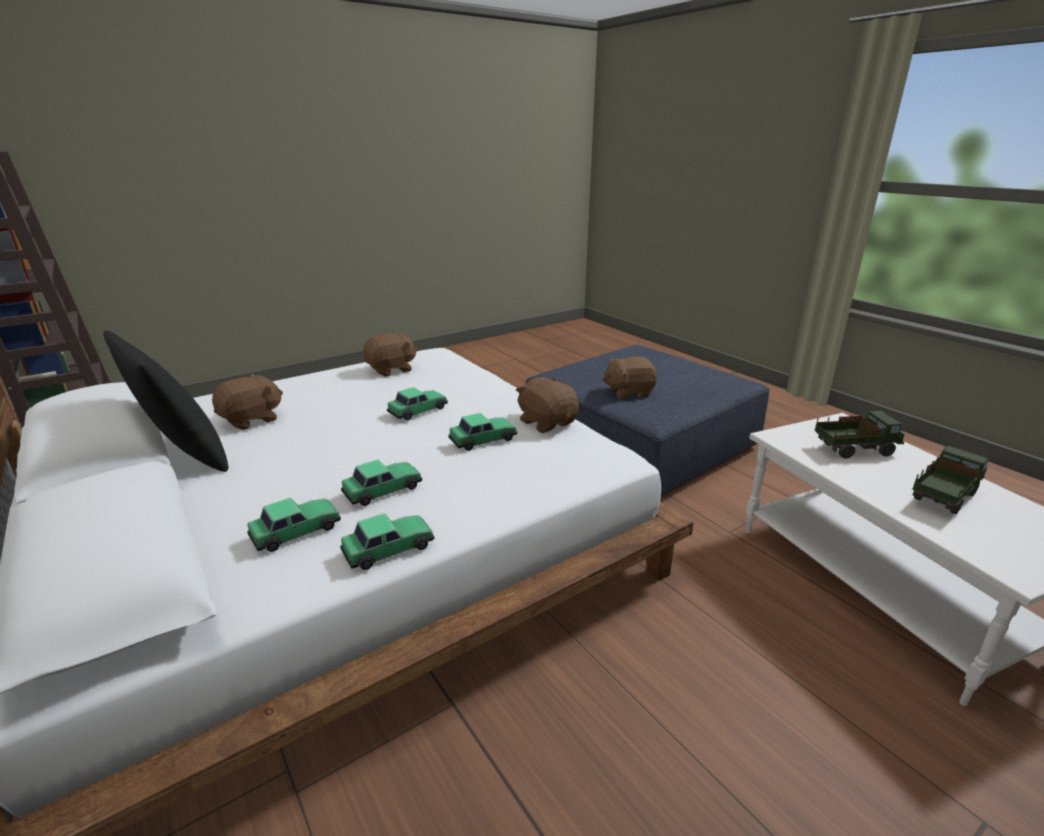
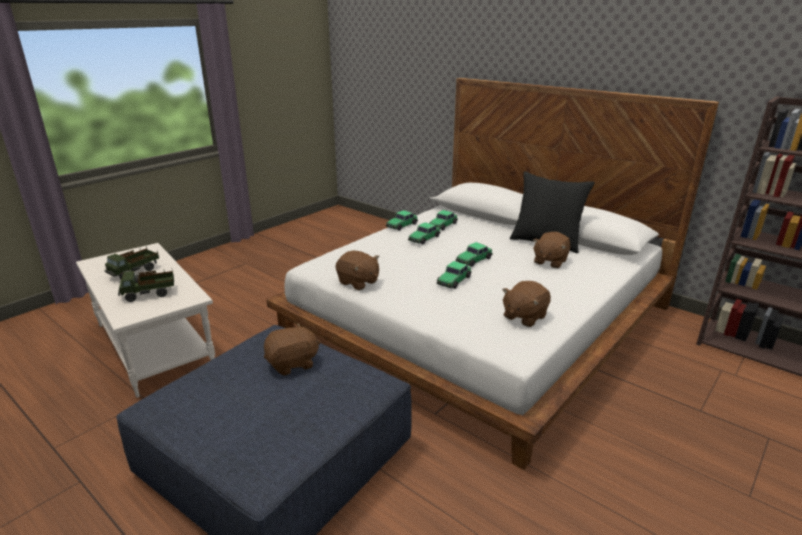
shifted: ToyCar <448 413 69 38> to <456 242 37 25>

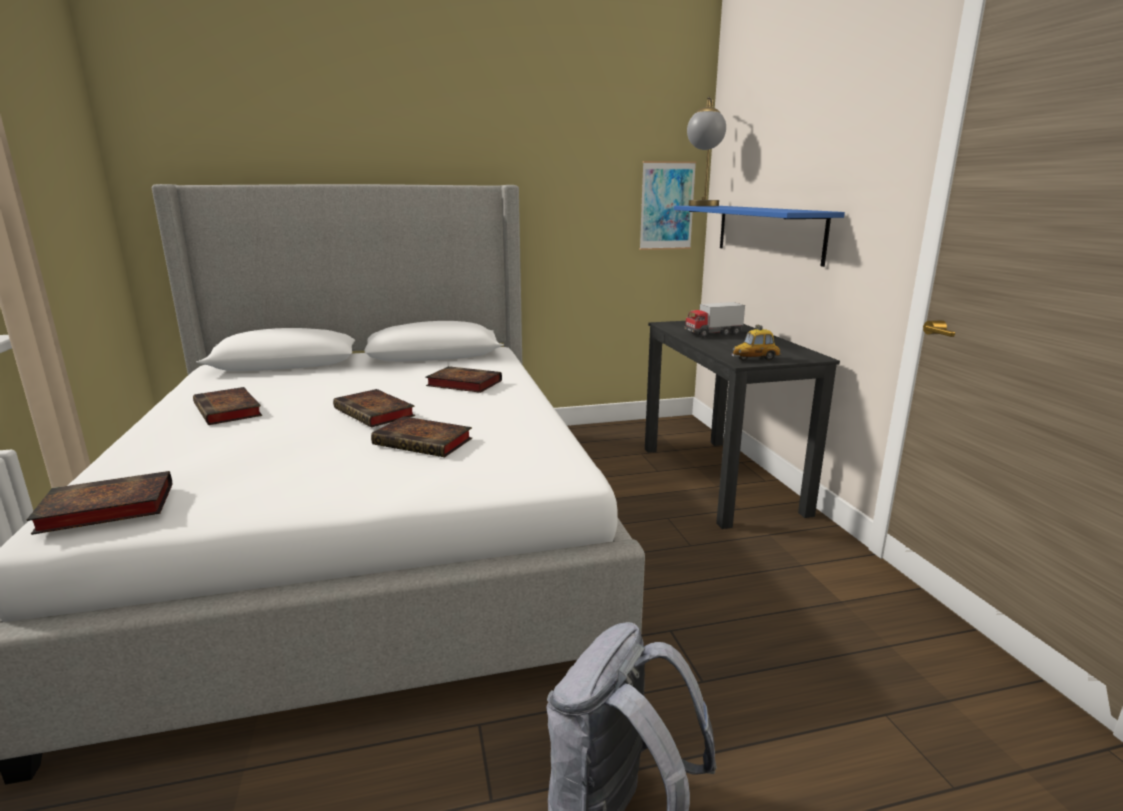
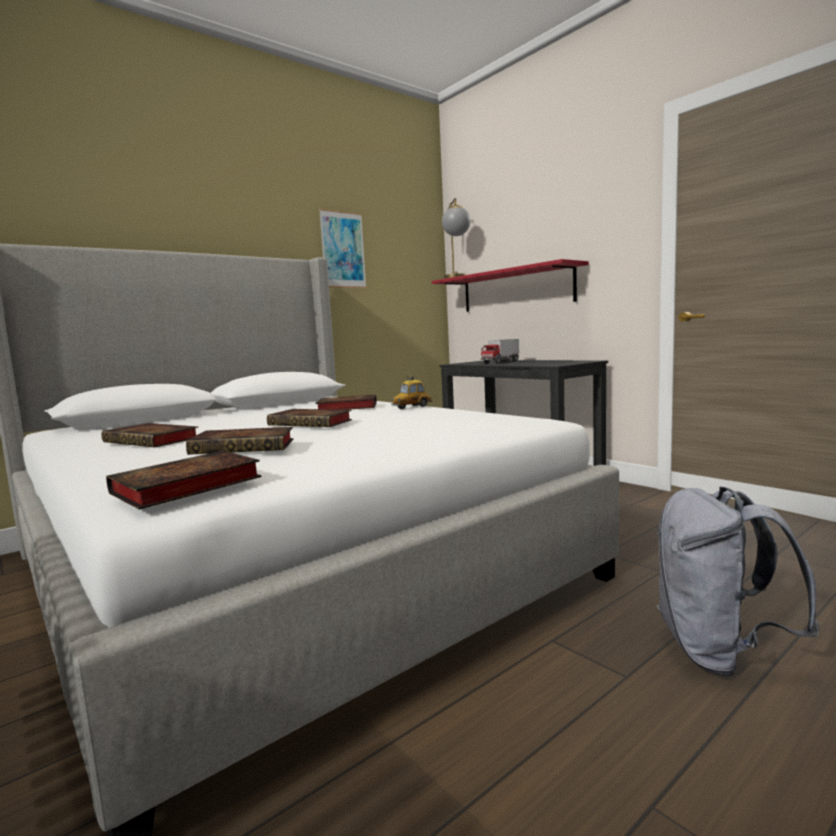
shifted: WallPicture <640 161 56 89> to <319 209 48 79>; ToyCar <731 325 51 36> to <391 376 41 33>; Volume <371 416 101 41> to <186 427 108 28>
repainted: BlueColouredWallShelf <674 206 171 61> to RedColouredWallShelf <432 259 157 53>

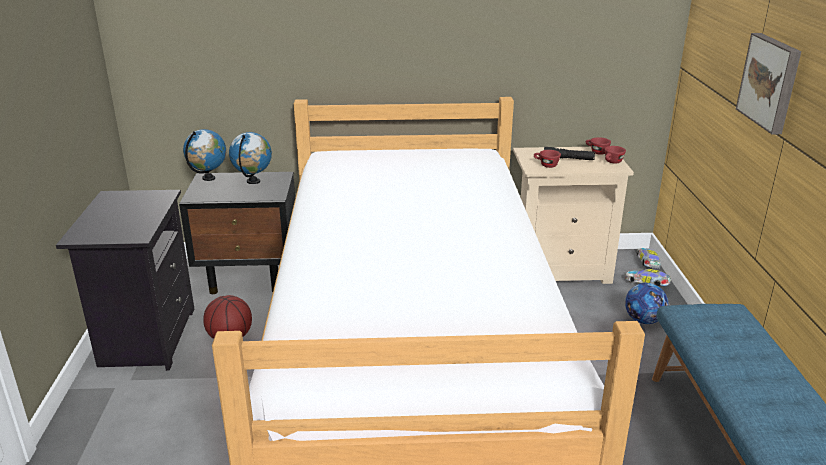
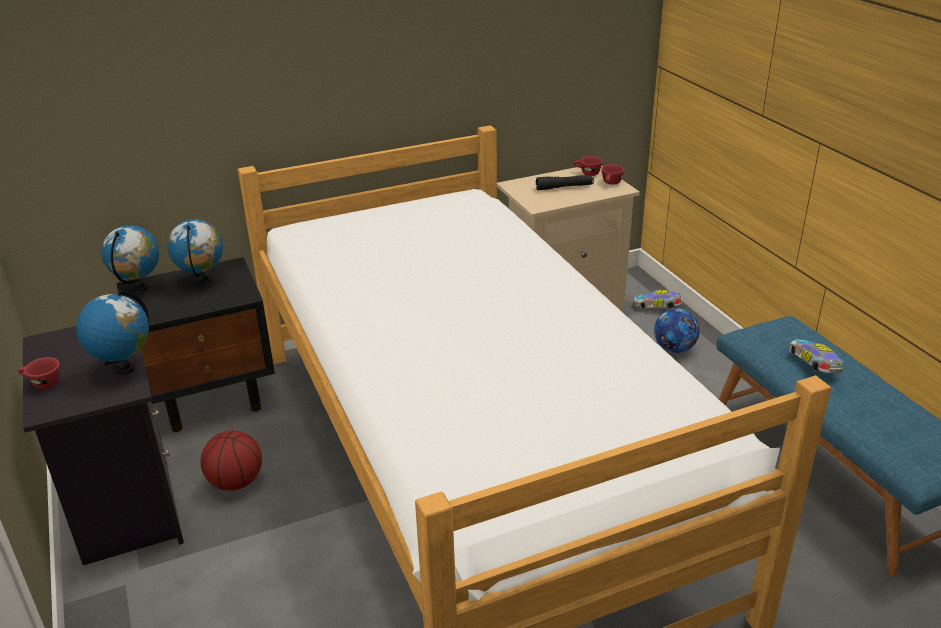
gone: WallPicture <736 33 66 101>
new: Globe <76 290 73 85>
shifted: RedColouredCup <534 150 27 18> to <18 357 42 32>; ToyCar <636 248 25 21> to <789 339 54 35>

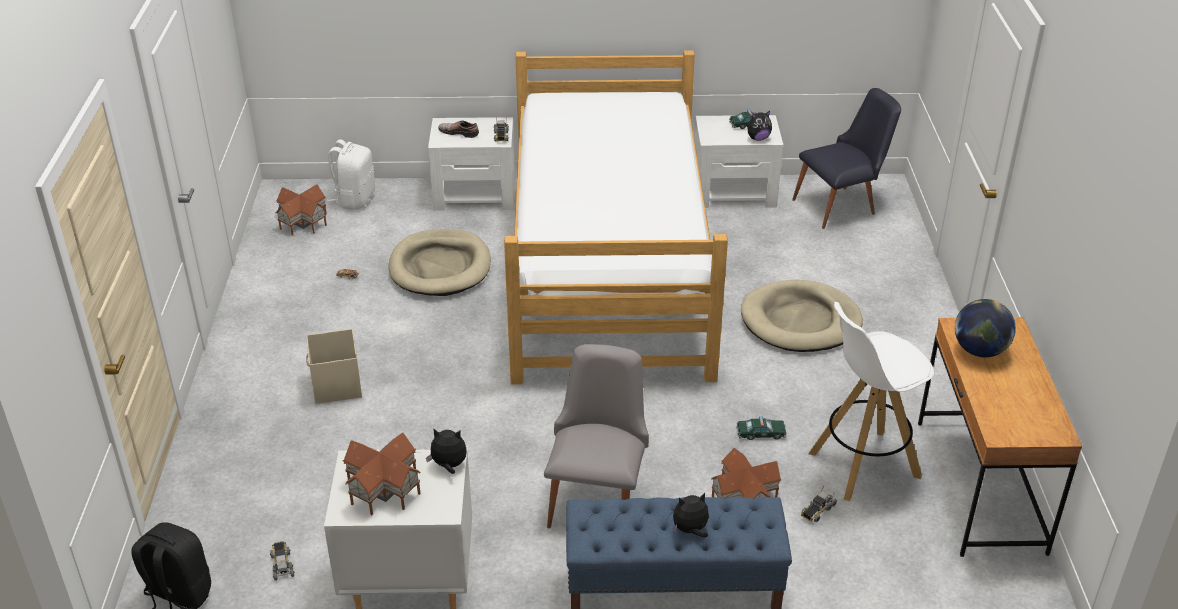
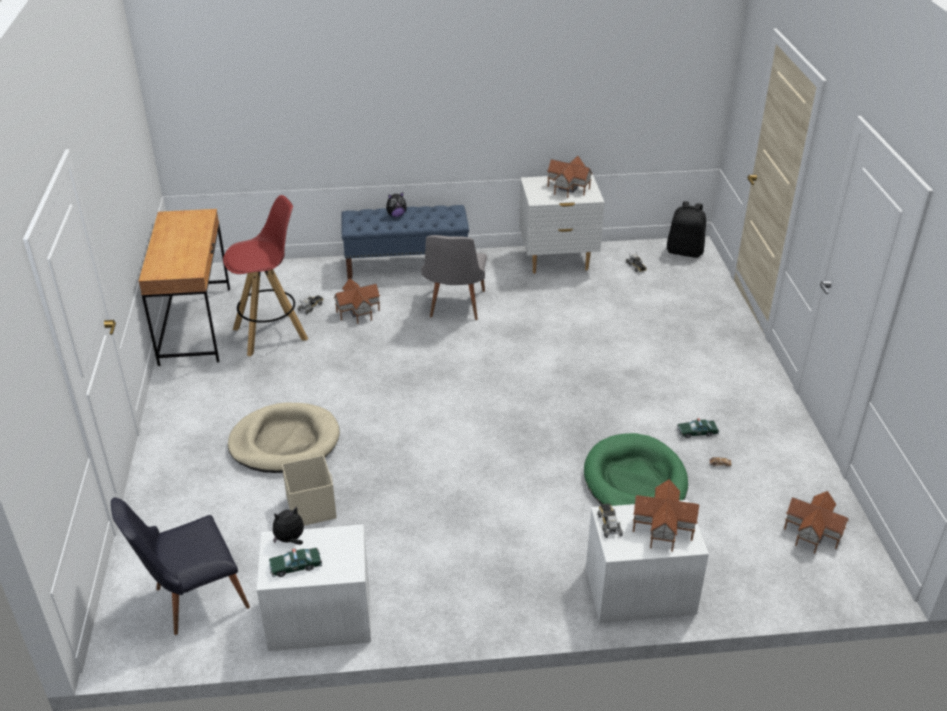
gone: BedroomBed <504 50 224 334>; WhiteColouredKnapsack <327 139 48 71>; Globe <955 299 61 58>; SoftToy <426 429 41 45>
shifted: BeigeStorageContainer <306 329 56 75> to <282 455 55 71>; ToyCar <736 416 50 24> to <677 418 42 20>
swapped: ItemOfFootwear <438 120 41 18> to MiniatureHouse <633 479 66 73>
repainted: BeigeDogBed <389 229 102 67> to GreenDogBed <584 433 104 73>; WhiteColouredStool <809 302 125 199> to RedColouredStool <223 195 85 161>

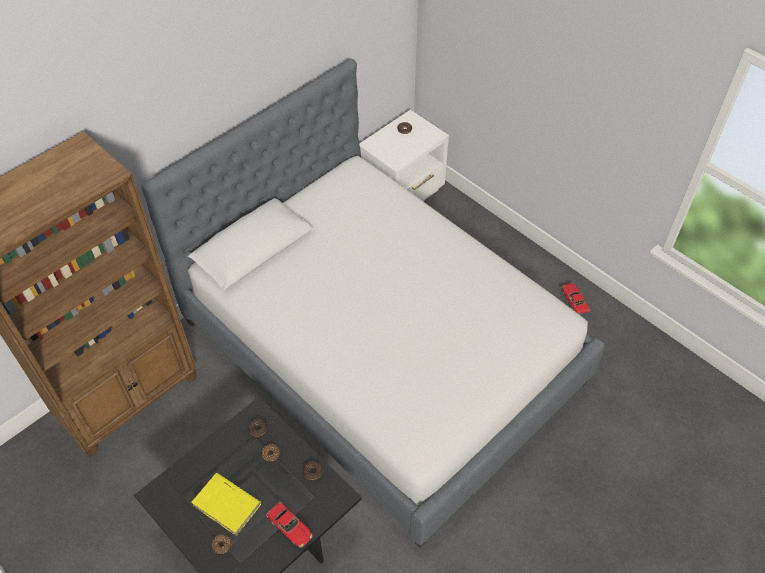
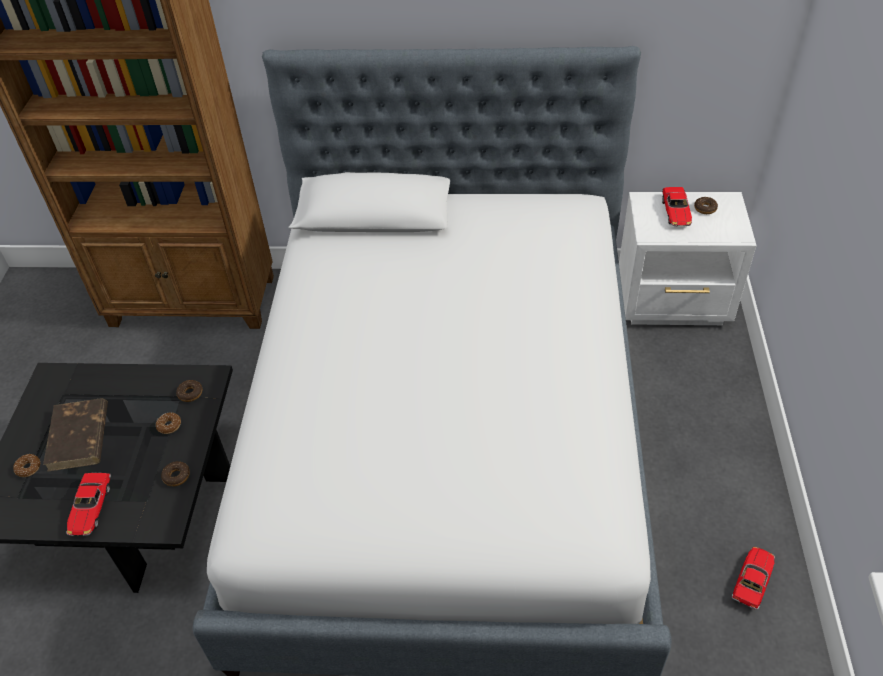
new: ToyCar <662 187 30 39>
repainted: YellowVolume <191 473 70 63> to BrownColouredVolume <43 399 65 73>

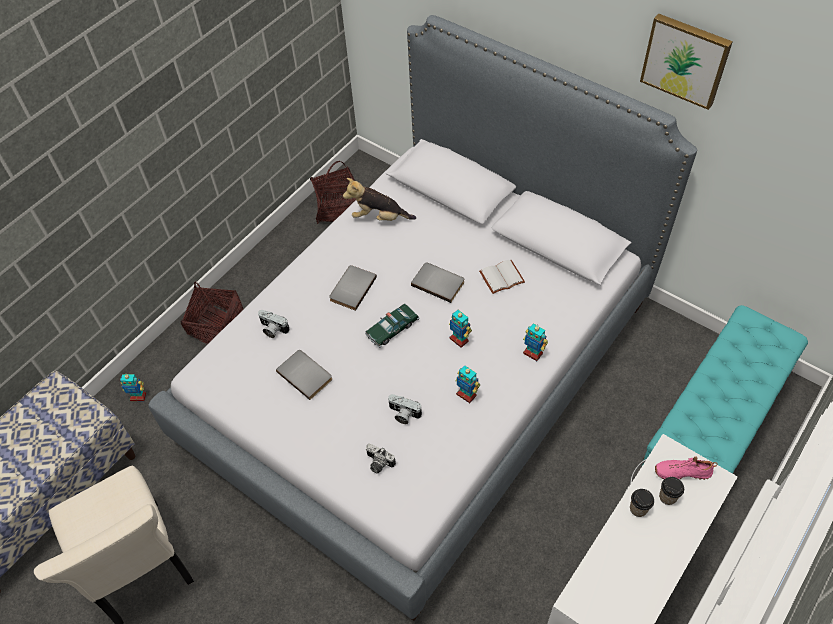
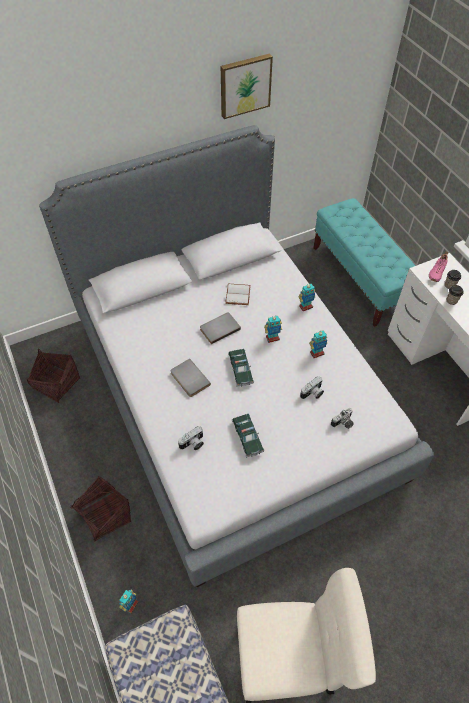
gone: SoftToy <343 178 73 43>
swapped: GreyishVolume <276 350 56 50> to ToyCar <232 414 33 43>

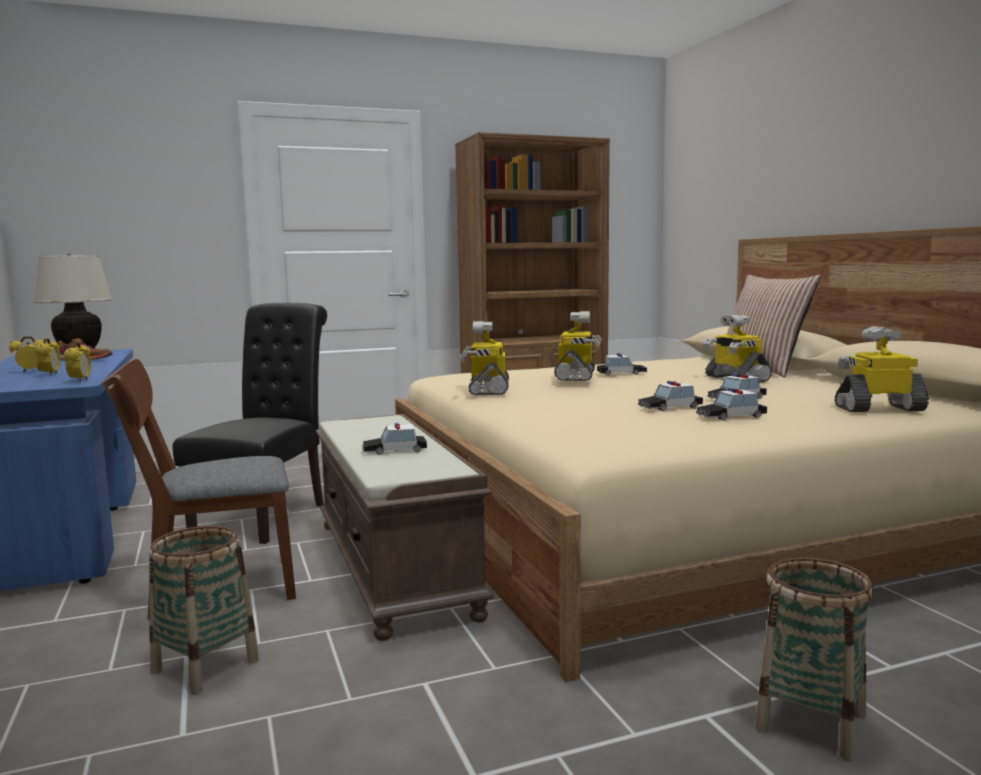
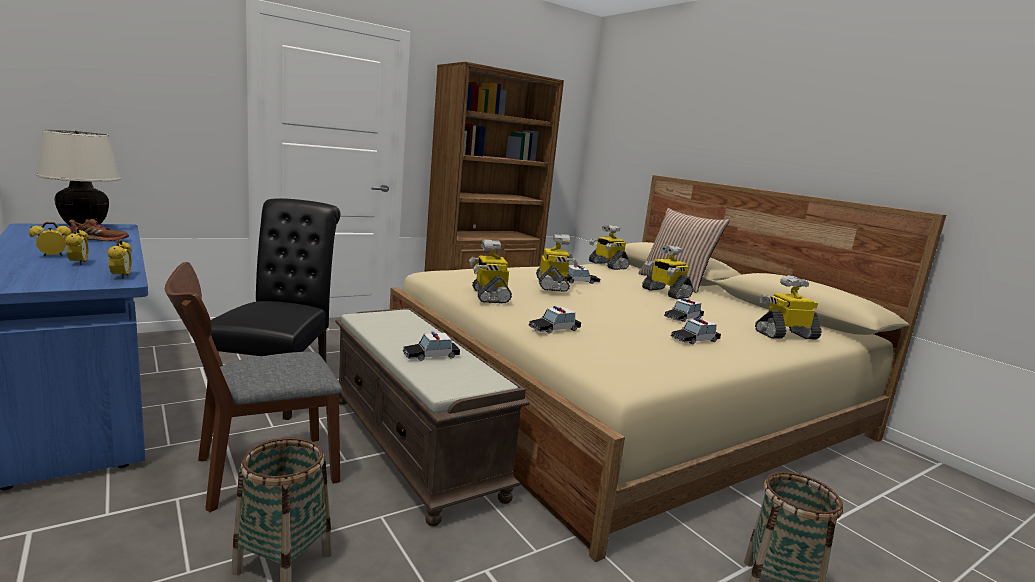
new: RobotFigure <589 225 41 45>
shifted: ToyCar <638 381 65 30> to <529 306 52 28>

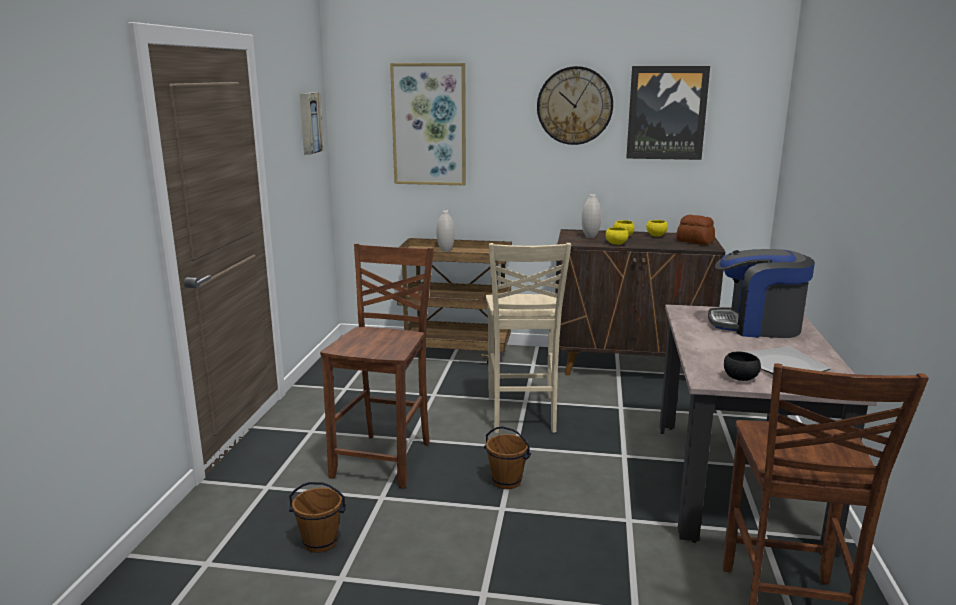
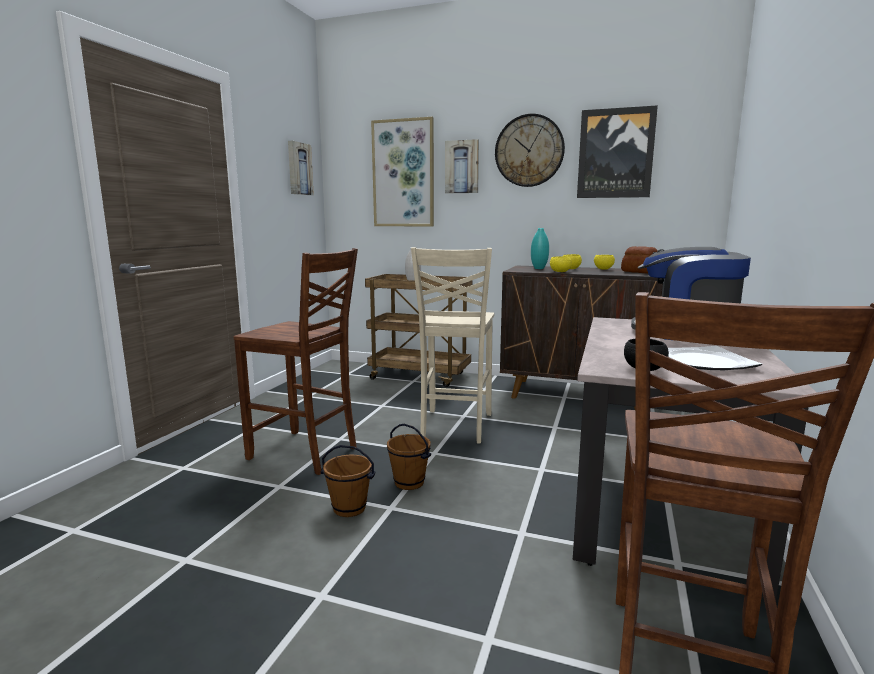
new: WallPicture <445 139 34 54>
shifted: BrownColouredWaterBucket <289 482 57 71> to <321 445 55 72>
repainted: WhiteColouredVase <582 194 19 44> to TurquoiseVase <531 228 18 41>
rotated: BrownColouredChair <320 244 114 245> = <233 248 125 227> 90 degrees clockwise

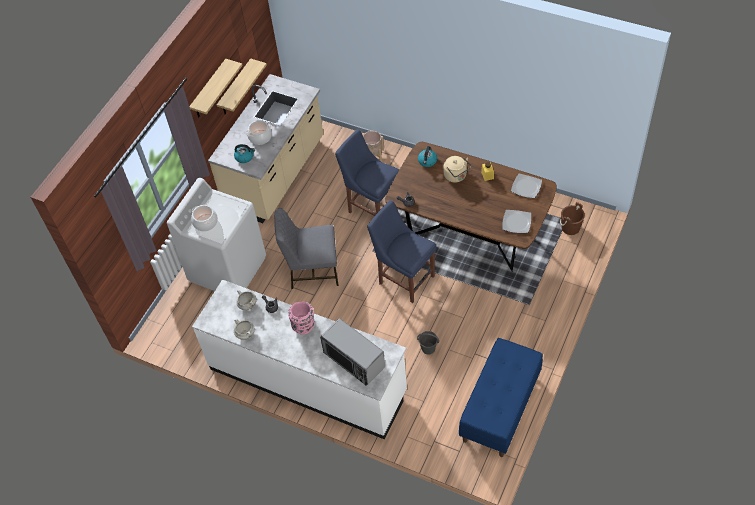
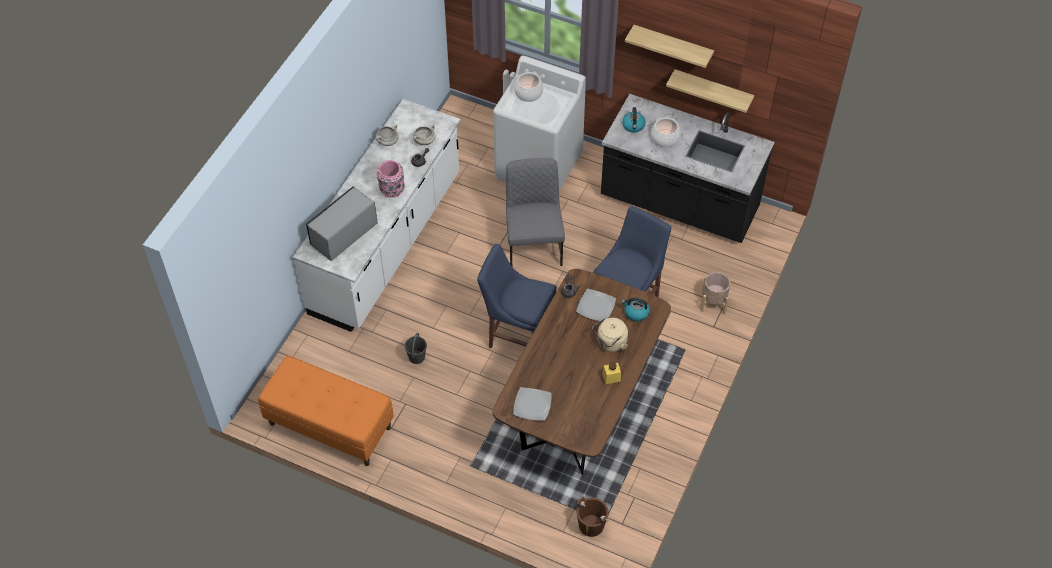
shifted: DinnerPlate <511 174 31 24> to <576 289 40 32>
repainted: BeigeKitchenBaseUnit <208 74 115 149> to BlackishKitchenBaseUnit <601 94 173 149>; BlueColouredIndoorBench <459 338 84 119> to OrangeIndoorBench <258 356 136 110>
rotated: BlueColouredChair <367 200 69 103> = <477 244 80 104> 105 degrees counterclockwise

